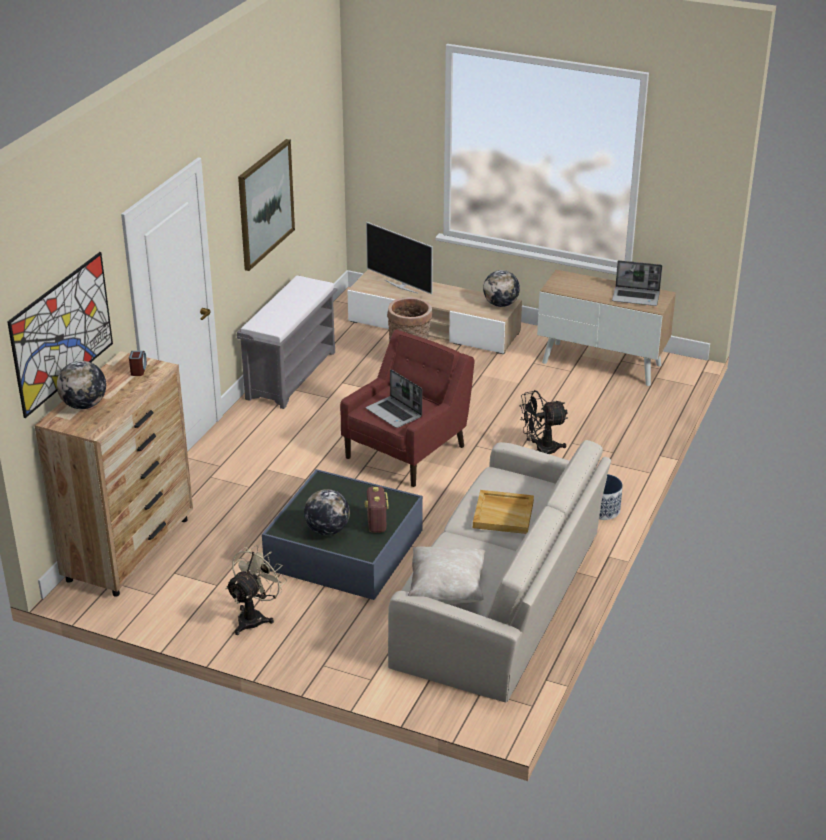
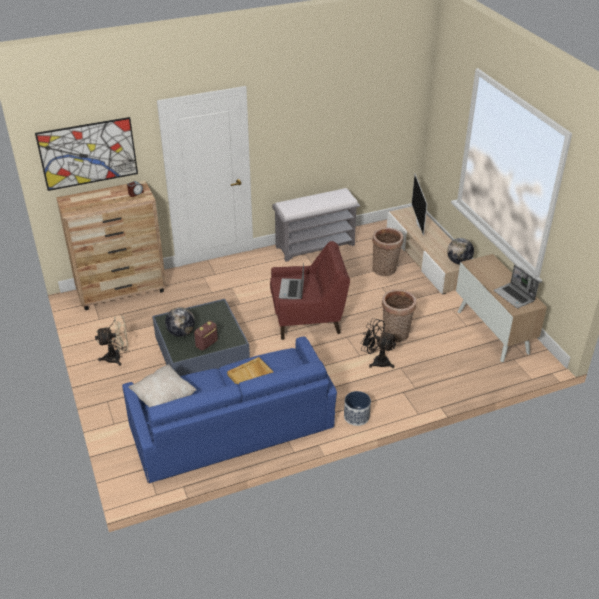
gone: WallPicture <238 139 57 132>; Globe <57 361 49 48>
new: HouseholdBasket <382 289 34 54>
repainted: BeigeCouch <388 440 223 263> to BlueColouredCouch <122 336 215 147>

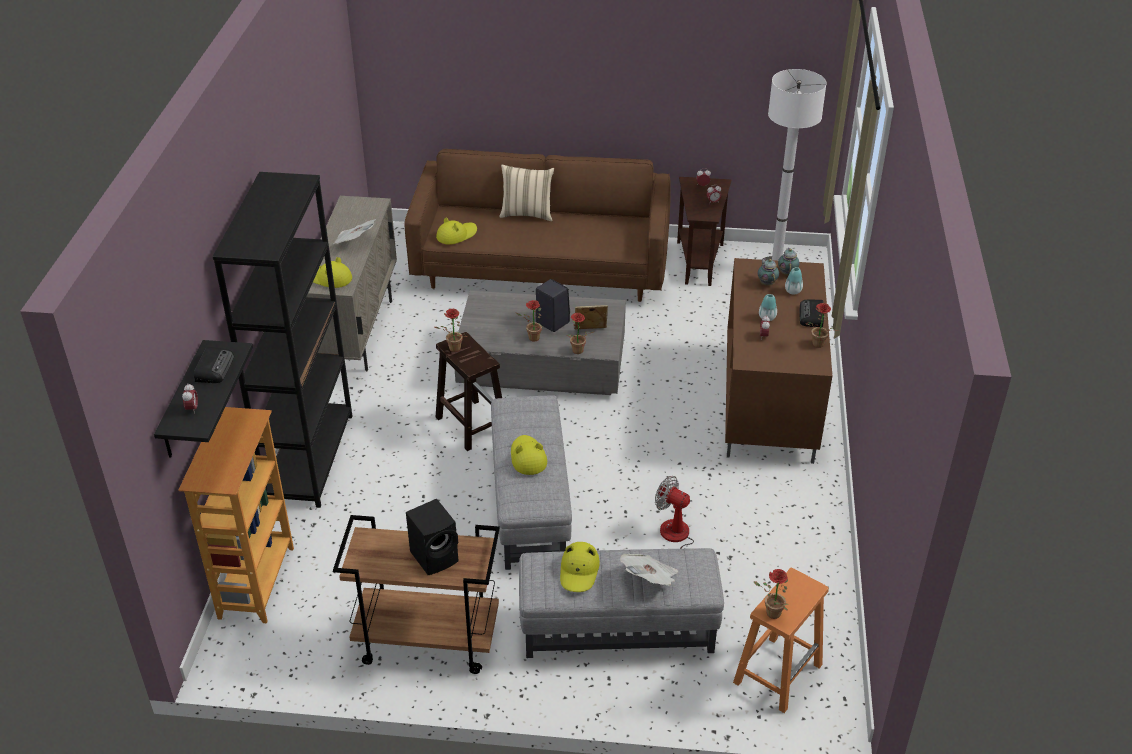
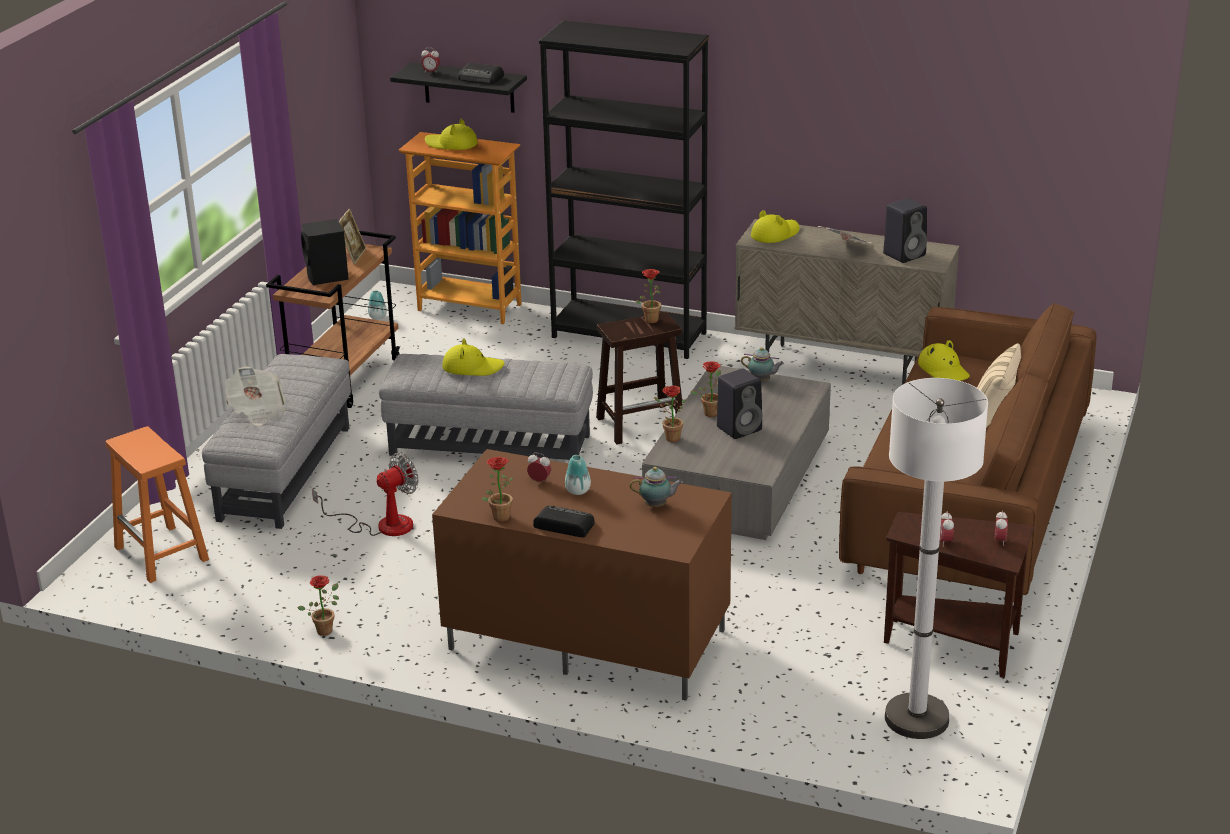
new: BlackishAudioSpeaker <883 198 44 65>
shifted: PotForTea <778 247 21 28> to <741 347 43 34>; Vase <785 267 18 28> to <368 291 19 29>; StandingFrame <575 305 33 24> to <339 209 28 55>; YellowWearableHat <560 542 40 50> to <425 119 53 31>; Houseplant <754 569 34 50> to <297 575 42 61>

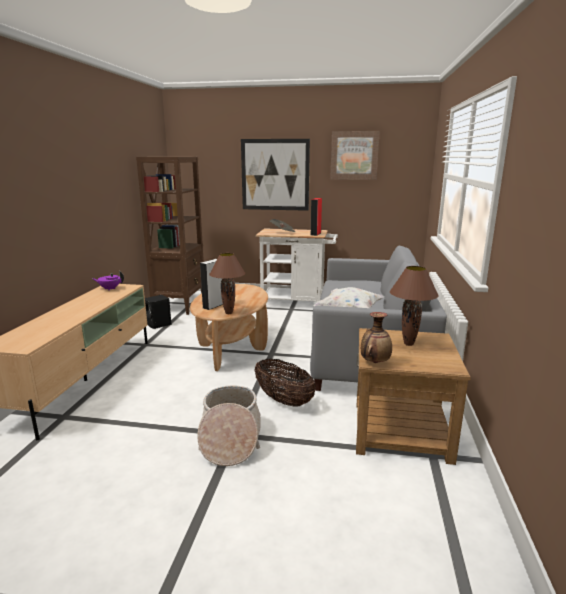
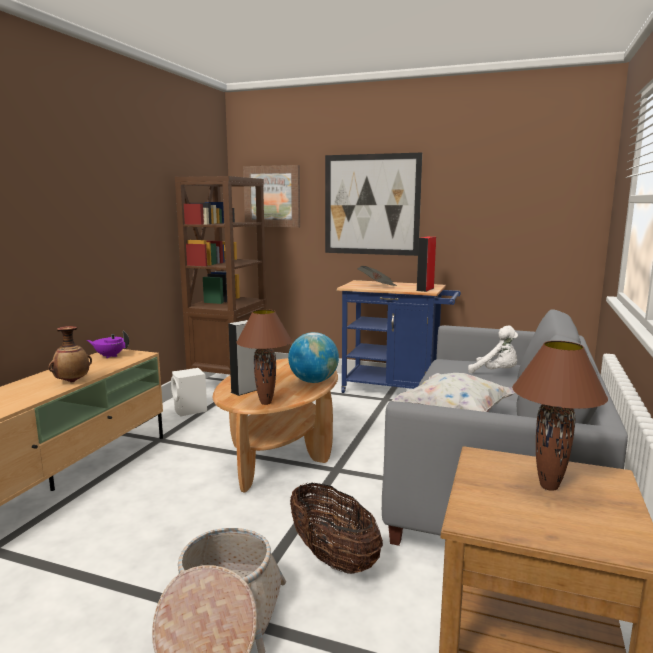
new: WhiteColouredSoftToy <468 325 50 48>; Globe <288 332 51 51>
shifted: WallPicture <330 131 50 49> to <243 165 57 63>; Vase <361 312 31 51> to <48 326 44 56>
repainted: WhiteColouredCart <256 228 82 74> to BlueColouredCart <337 280 124 113>; BlackishAudioSpeaker <145 295 26 34> to WhiteColouredAudioSpeaker <171 368 36 48>

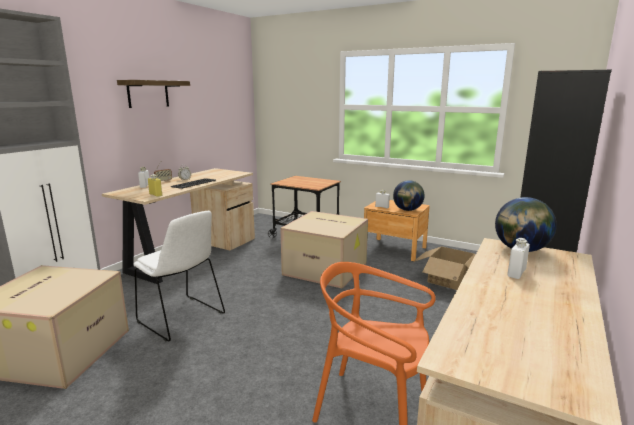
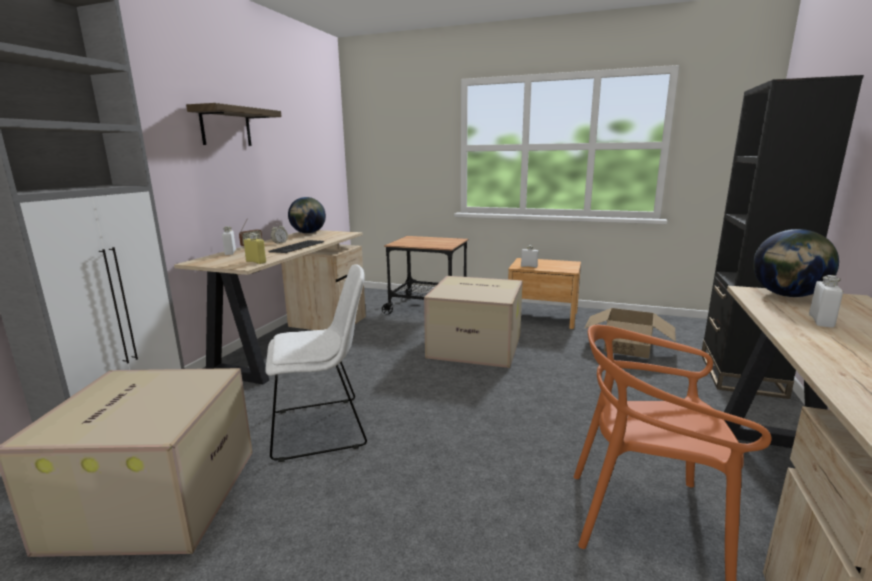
shifted: Globe <393 180 32 31> to <288 197 38 37>
rotated: WhiteColouredChair <133 211 92 130> = <265 265 102 197> 45 degrees counterclockwise

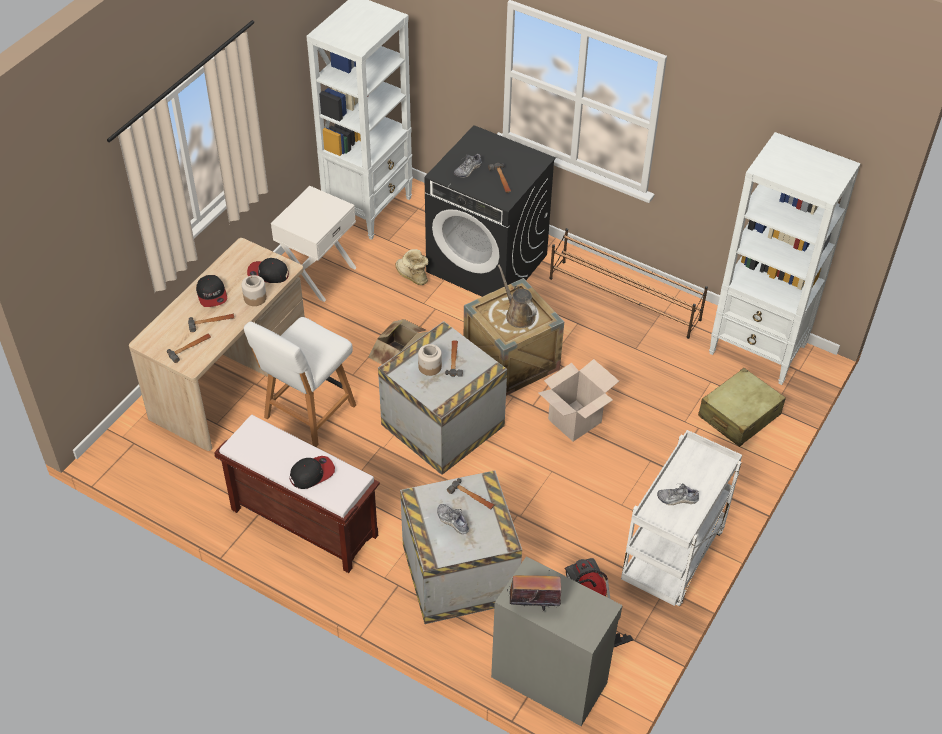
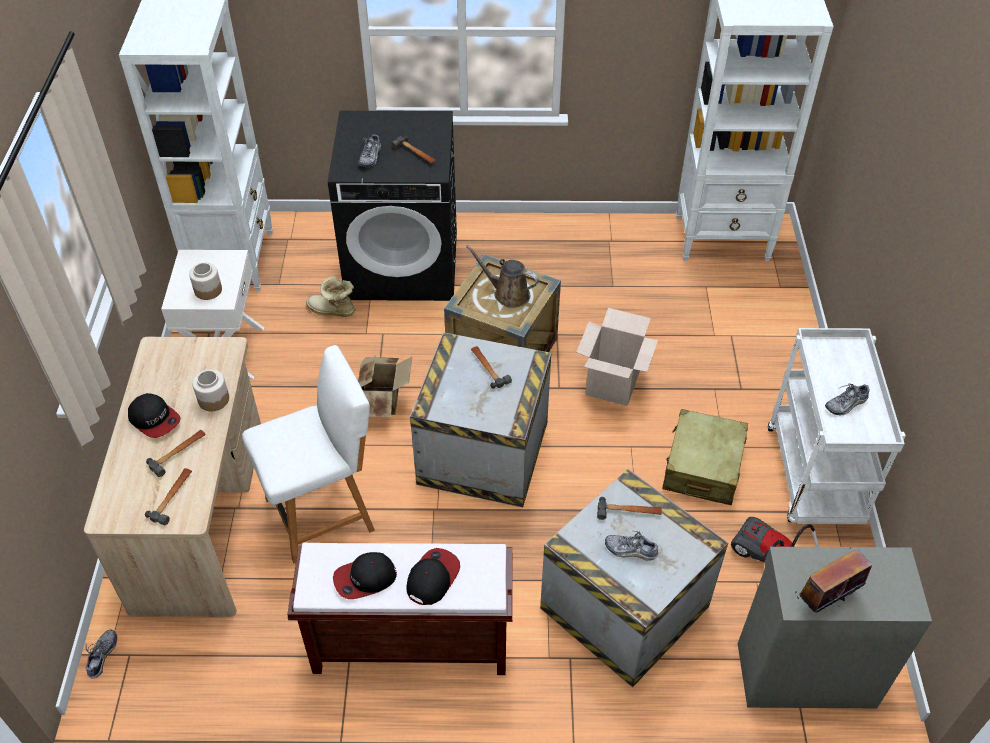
gone: BrownColouredShoeStand <549 228 159 111>
new: ItemOfFootwear <86 629 31 49>
shifted: PeakedCap <247 258 42 25> to <333 552 64 47>; Jar <418 344 24 32> to <189 263 33 37>; BeigeTravelCase <698 368 88 79> to <662 409 86 96>
rotated: WhiteColouredChair <244 317 112 130> = <242 345 133 219> 120 degrees counterclockwise

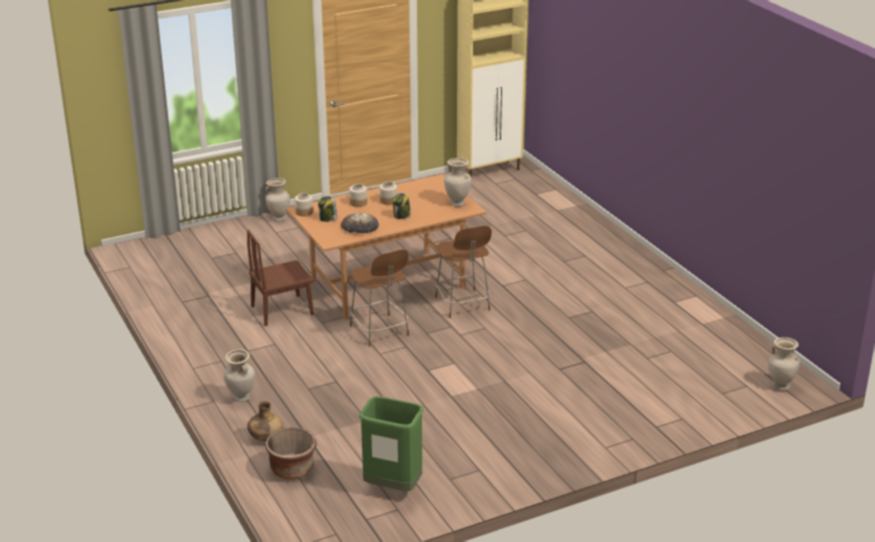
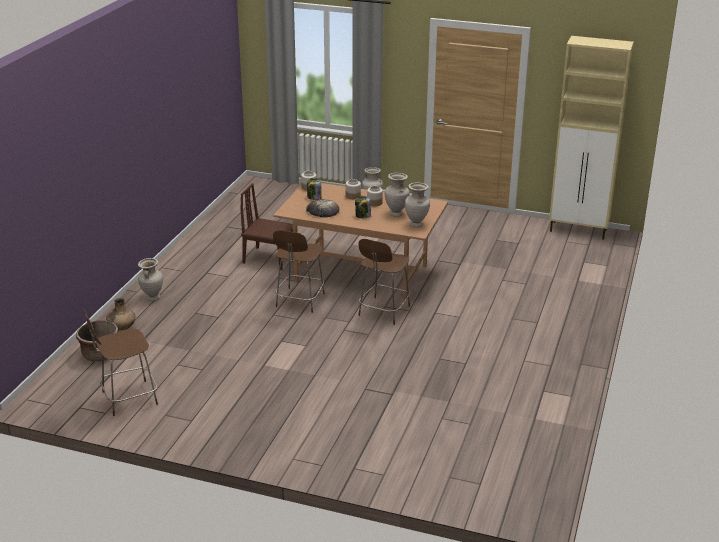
shifted: BeigeVase <768 337 32 53> to <385 173 25 44>
swapped: GreenTrashCan <359 396 64 95> to BrownColouredChair <84 310 74 106>

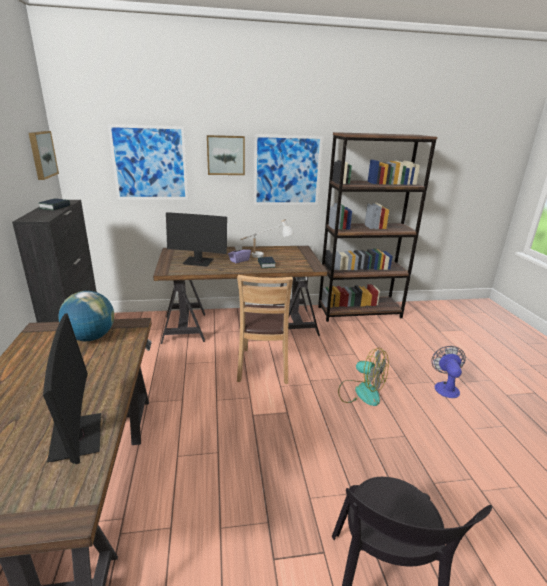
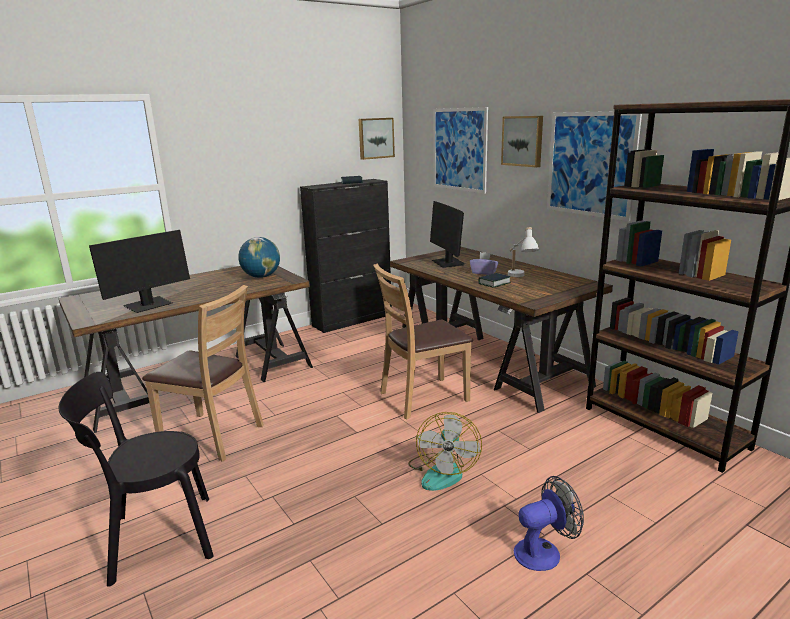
new: BrownColouredChair <142 285 122 177>

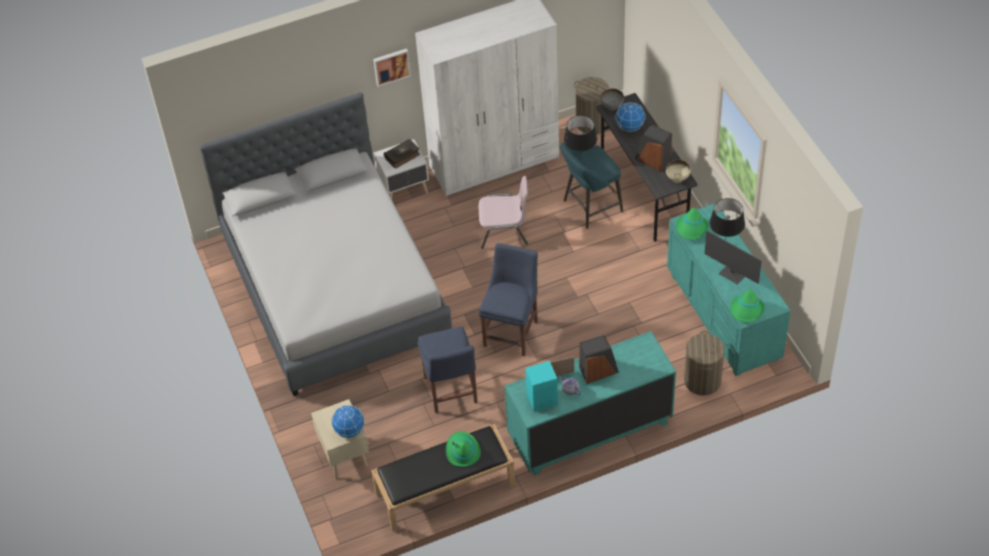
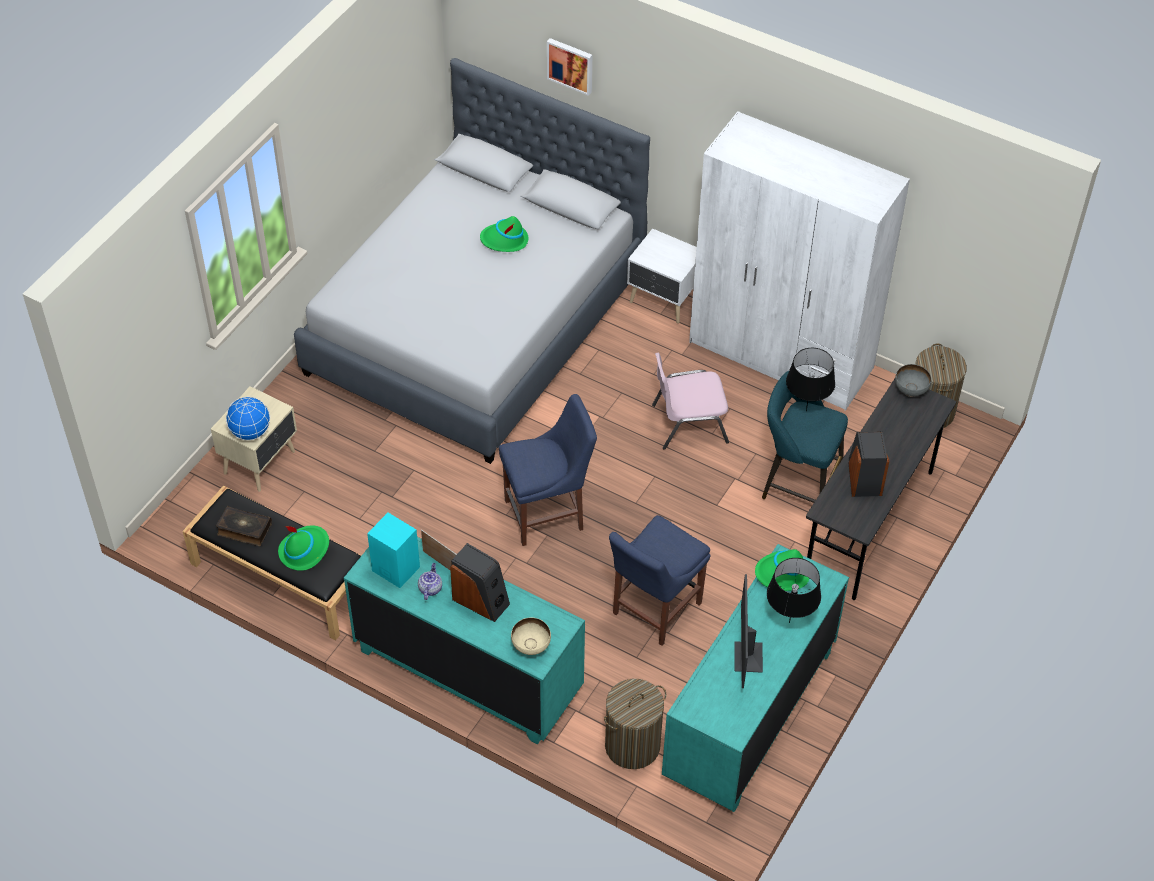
gone: Globe <616 102 29 30>
shifted: WallPicture <373 48 38 39> to <547 38 45 58>; Volume <384 139 36 29> to <216 506 56 40>; BeigeServingBowl <666 160 25 23> to <511 618 40 37>; GreenWearableHat <730 289 35 33> to <480 216 49 36>; BlueColouredChair <417 326 61 87> to <609 515 102 131>
rotated: PinkishChair <479 176 49 73> = <652 353 77 97> 120 degrees clockwise

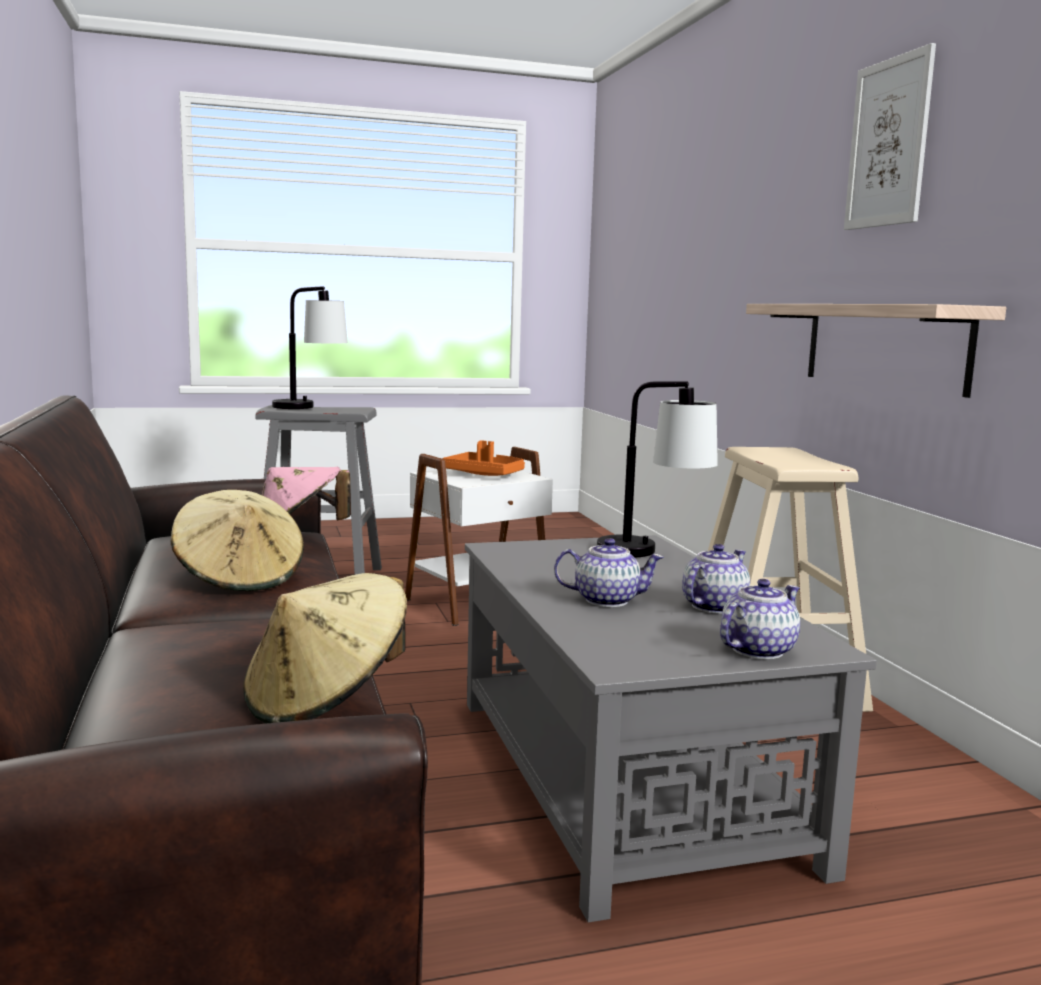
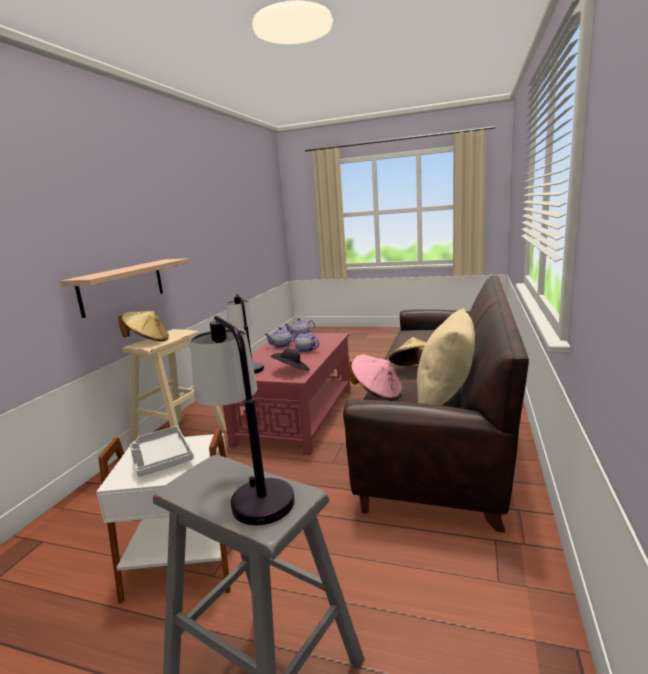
gone: WallPicture <844 43 92 187>
new: BeigeCushion <417 308 58 98>; BlackishWearableHat <270 349 40 22>
shifted: BeigeWearableHat <243 573 164 151> to <118 311 51 31>
repainted: OrangeTray <443 440 82 36> to GreyishTray <130 426 64 51>; GreyishLoungeTable <465 535 412 388> to RedColouredLoungeTable <223 333 128 122>

